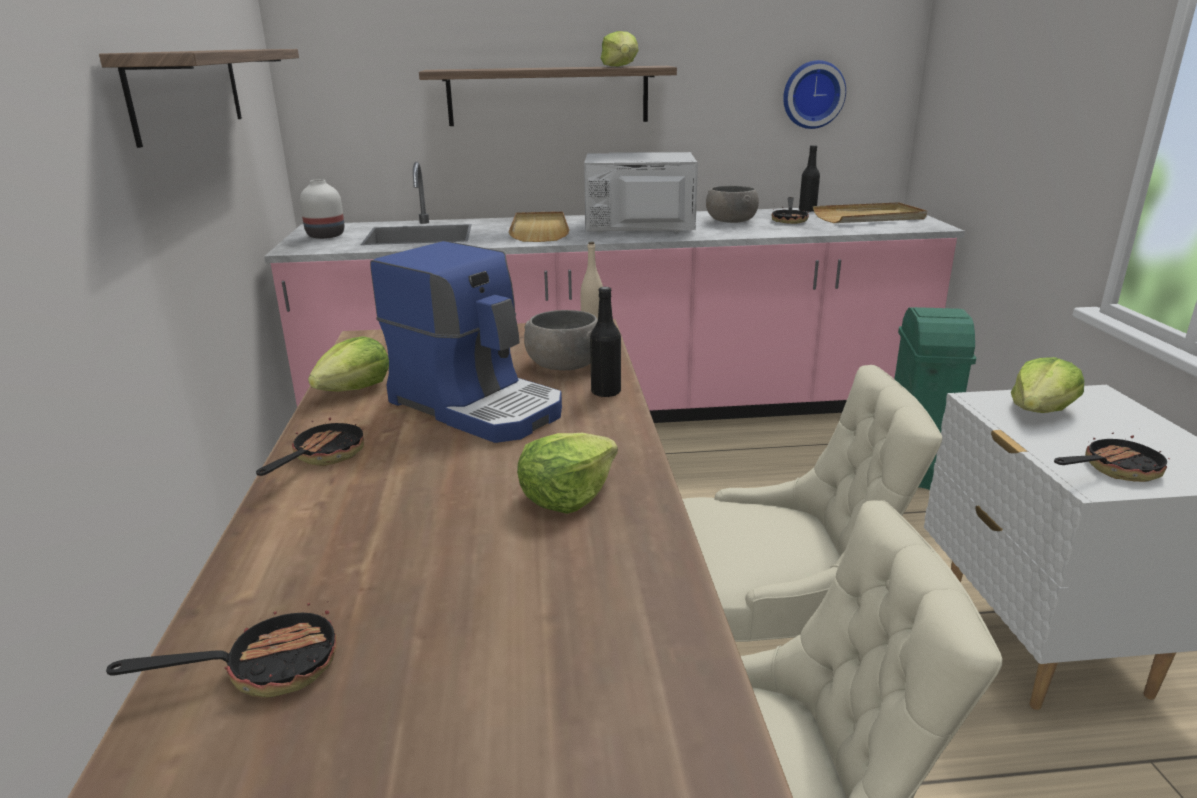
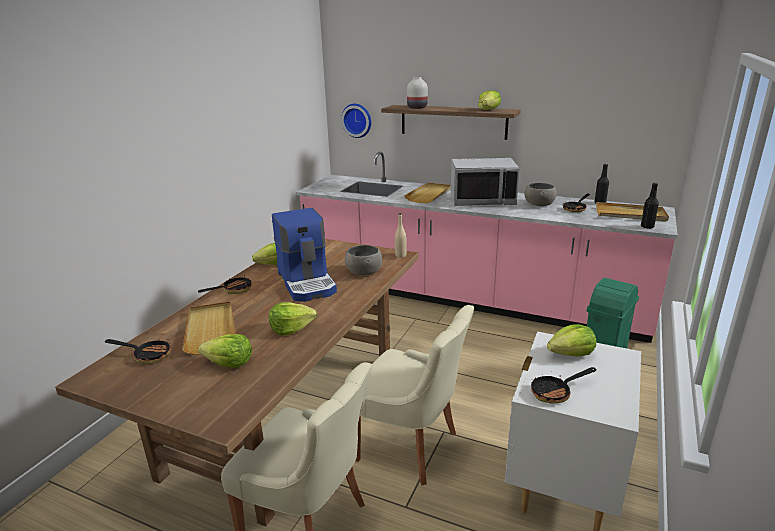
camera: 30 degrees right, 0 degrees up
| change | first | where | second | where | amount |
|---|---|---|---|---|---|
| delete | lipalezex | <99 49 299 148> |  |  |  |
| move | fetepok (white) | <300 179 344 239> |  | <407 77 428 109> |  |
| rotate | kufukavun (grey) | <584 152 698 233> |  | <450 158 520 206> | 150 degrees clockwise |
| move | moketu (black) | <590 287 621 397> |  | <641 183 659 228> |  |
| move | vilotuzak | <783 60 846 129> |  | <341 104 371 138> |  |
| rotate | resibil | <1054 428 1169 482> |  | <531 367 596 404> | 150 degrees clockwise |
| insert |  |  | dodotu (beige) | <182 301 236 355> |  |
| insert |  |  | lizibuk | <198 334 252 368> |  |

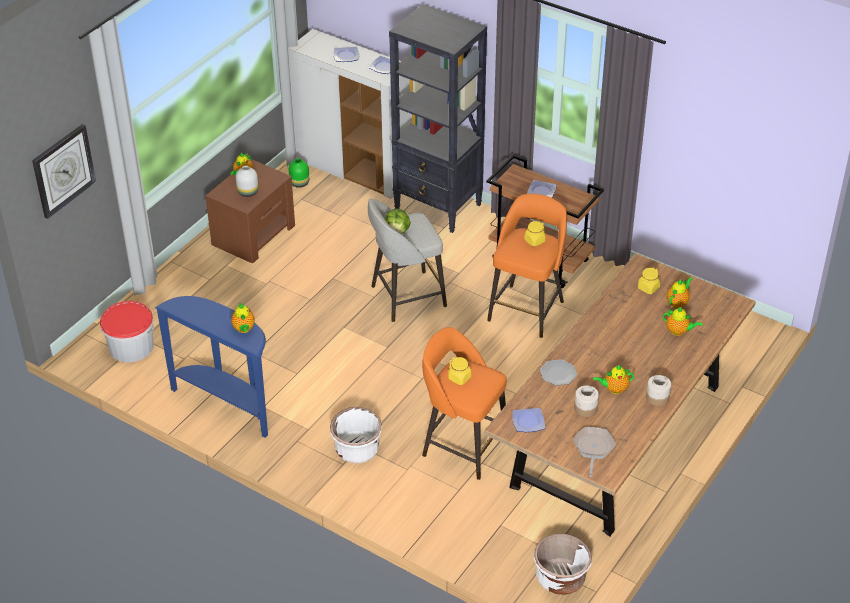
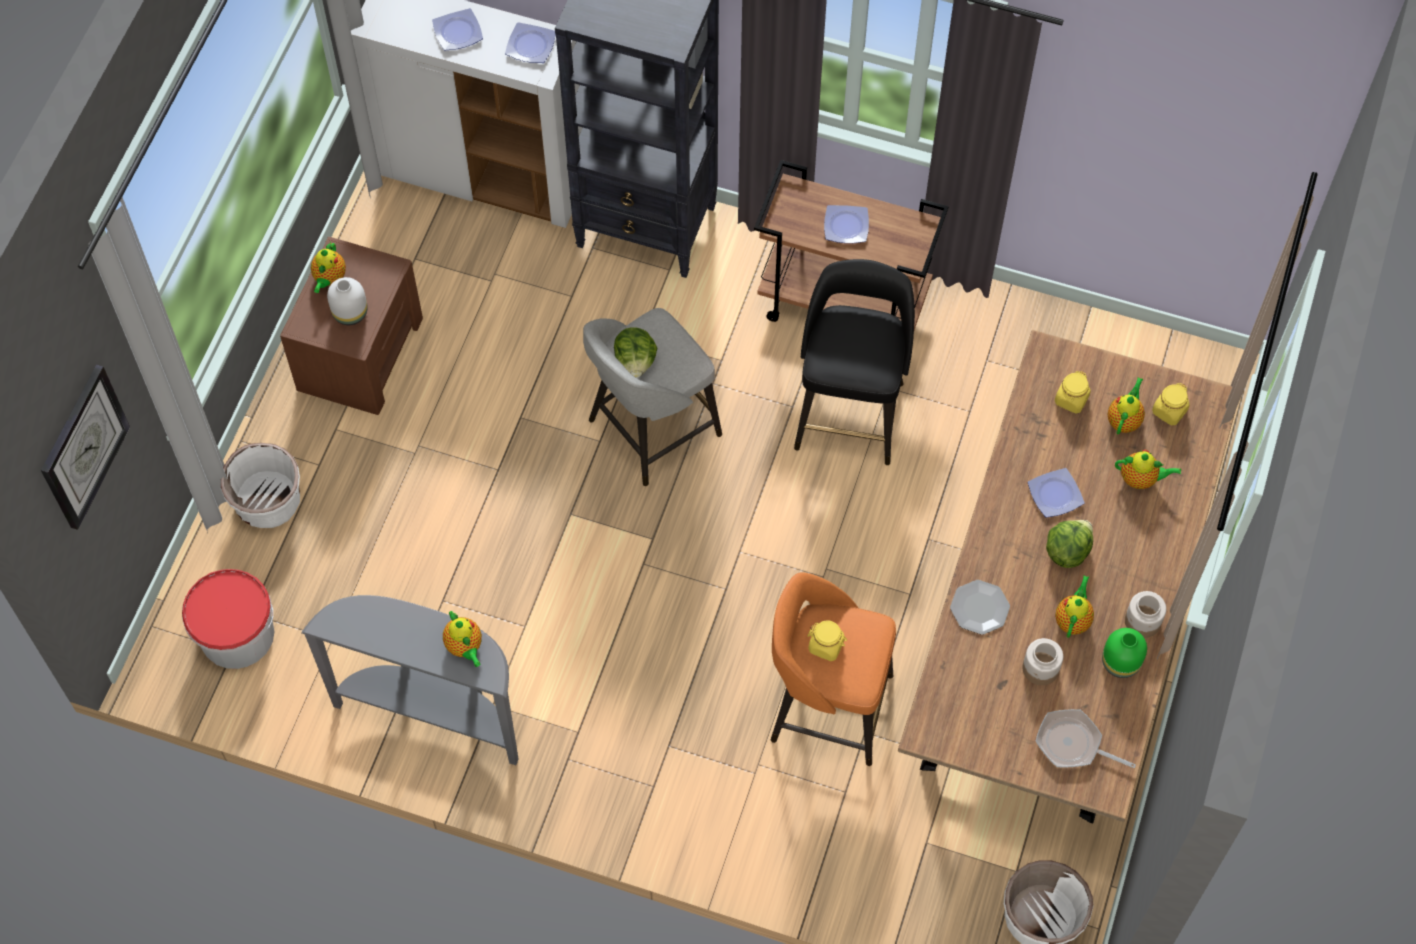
camera: 15 degrees left, 20 degrees up
| change | first | where | second | where | amount |
|---|---|---|---|---|---|
| recolor | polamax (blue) | <155 296 268 438> | polamax (grey) | <301 595 519 765> |  |
| move | fetepok (green) | <289 159 309 188> |  | <1102 628 1147 678> |  |
| move | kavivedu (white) | <330 407 382 463> |  | <221 443 300 528> |  |
| recolor | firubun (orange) | <487 194 567 338> | firubun (black) | <794 259 915 465> |  |
| move | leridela | <512 408 545 432> |  | <1028 468 1085 518> |  |
| move | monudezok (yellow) | <524 221 546 247> |  | <1152 383 1190 425> |  |
| rotate | resibil | <573 427 616 477> |  | <1036 709 1136 768> | 60 degrees counterclockwise |
| rotate | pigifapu | <593 365 634 394> |  | <1055 575 1094 638> | 135 degrees clockwise |
| insert |  |  | lizibuk | <1046 520 1093 568> |  |

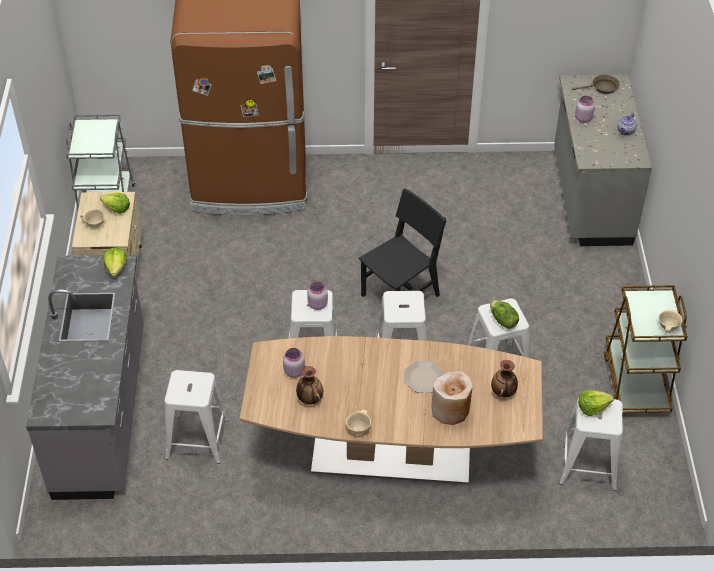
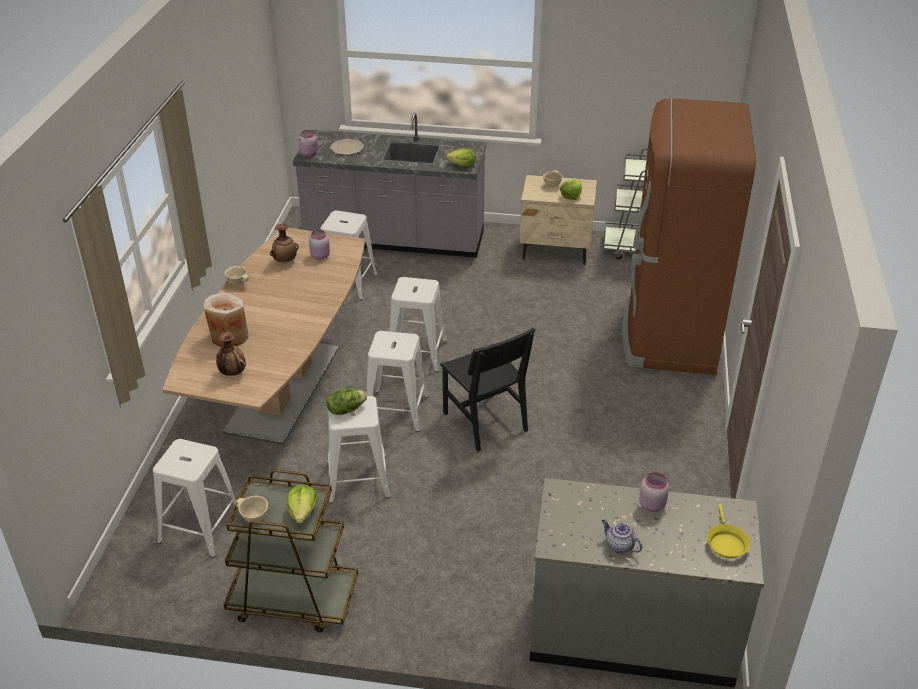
camera: 100 degrees right, 10 degrees down
| change | first | where | second | where | amount |
|---|---|---|---|---|---|
| move | monudezok (pink) | <307 281 328 310> |  | <299 130 318 157> |  |
| move | leridela | <404 361 444 393> |  | <330 139 364 155> |  |
| recolor | resibil (brown) | <572 75 620 94> | resibil (yellow) | <707 504 751 559> |  |
| move | lizibuk | <578 390 614 416> |  | <287 484 318 523> |  |

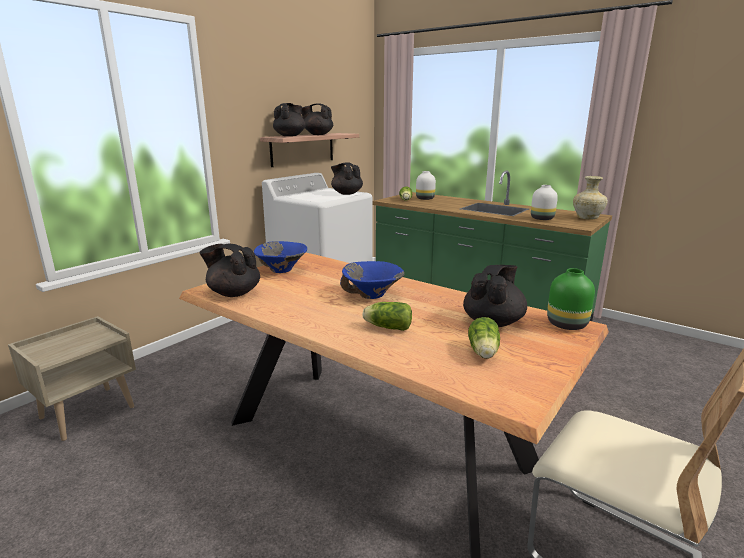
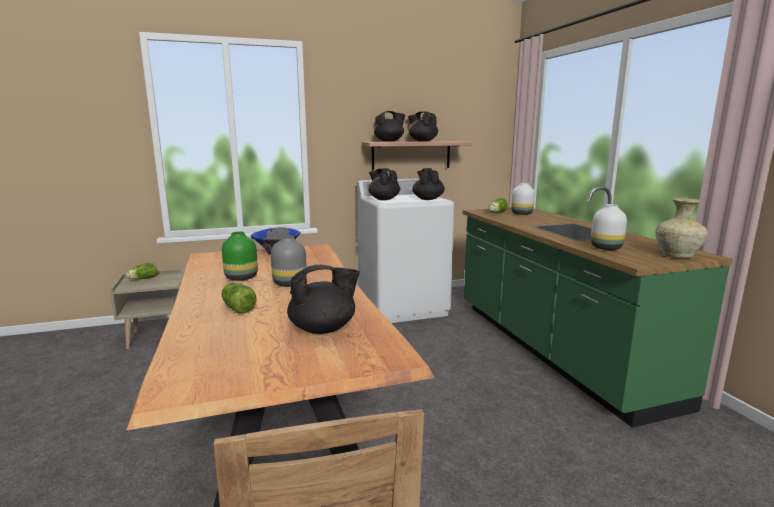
camera: 35 degrees right, 5 degrees down
| change | first | where | second | where | amount |
|---|---|---|---|---|---|
| move | pigifapu (black) | <200 244 260 297> |  | <368 168 400 200> |  |
| replace | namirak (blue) | <340 261 405 299> | fetepok (grey) | <271 236 307 287> |  |
| move | lizibuk | <468 317 500 359> |  | <126 263 157 280> |  |
| move | fetepok (green) | <547 268 595 330> |  | <222 231 258 281> |  |

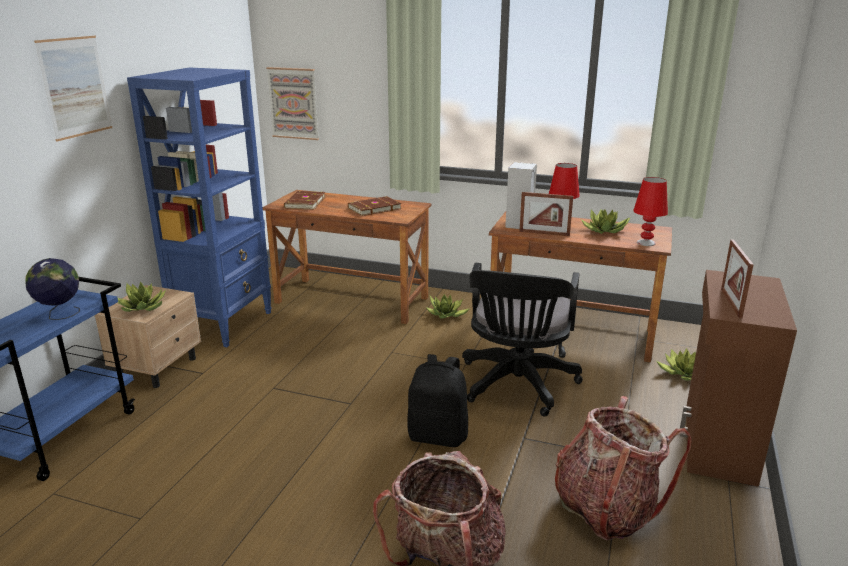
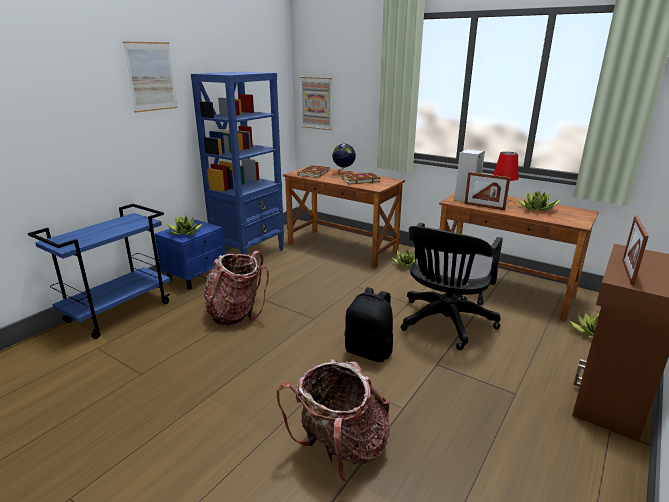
camera: 15 degrees right, 0 degrees up
| change | first | where | second | where | amount |
|---|---|---|---|---|---|
| move | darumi | <25 258 80 320> |  | <332 144 356 175> |  |
| recolor | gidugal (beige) | <95 285 201 388> | gidugal (blue) | <155 220 225 290> |  |
| move | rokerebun | <555 396 692 540> |  | <204 251 269 326> |  |
| delete | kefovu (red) | <633 177 668 246> |  |  |  |

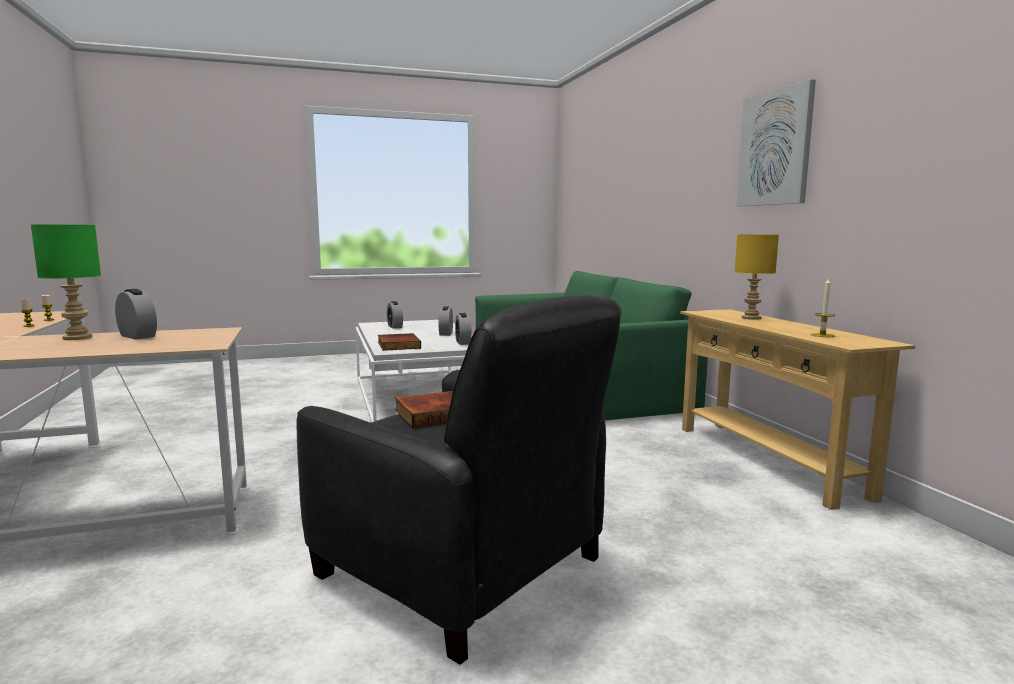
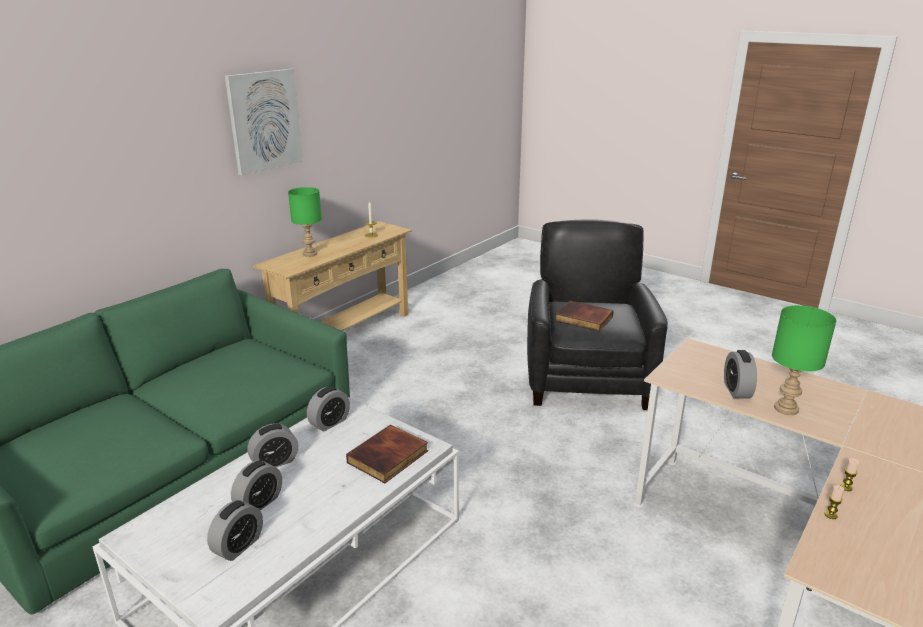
camera: 125 degrees left, 15 degrees up
| change | first | where | second | where | amount |
|---|---|---|---|---|---|
| recolor | kefovu (yellow) | <735 234 779 320> | kefovu (green) | <288 187 322 257> |  |
| insert |  |  | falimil | <231 460 282 510> |  |

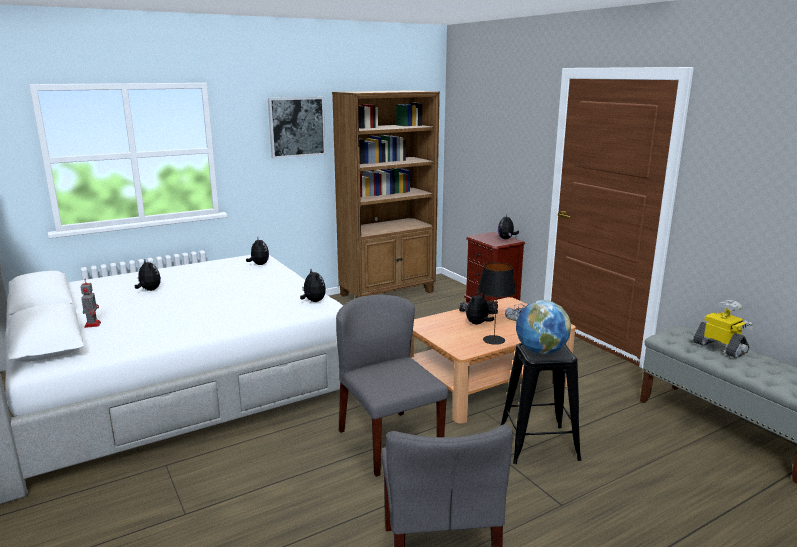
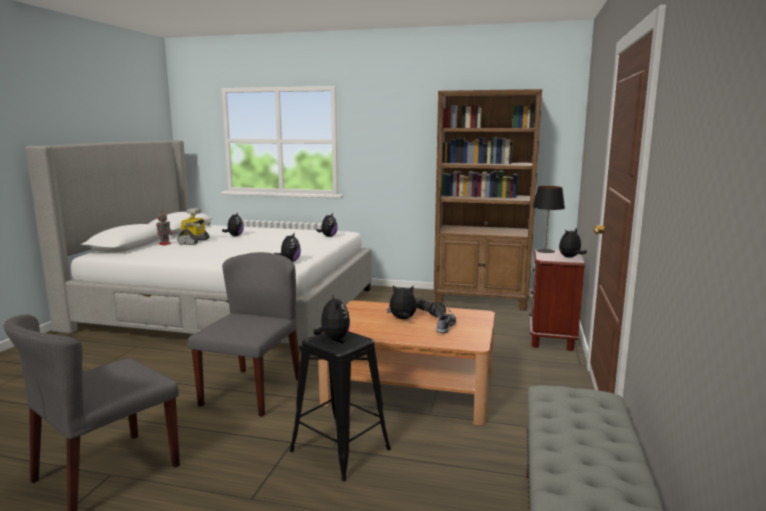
camera: 45 degrees right, 5 degrees down
| change | first | where | second | where | amount |
|---|---|---|---|---|---|
| delete | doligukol | <268 97 326 158> |  |  |  |
| move | kefovu (black) | <478 262 516 345> |  | <533 186 565 253> |  |
| replace | darumi | <516 300 571 354> | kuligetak | <313 293 350 340> |  |
| move | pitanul | <693 300 753 358> |  | <177 208 211 245> |  |

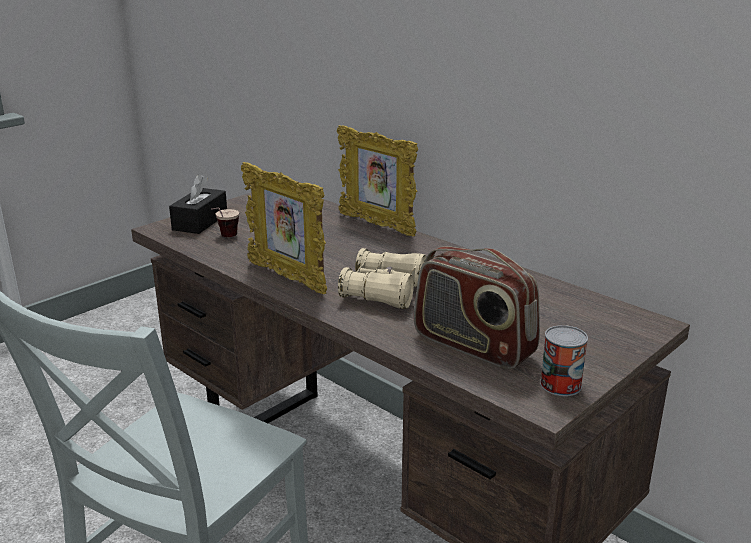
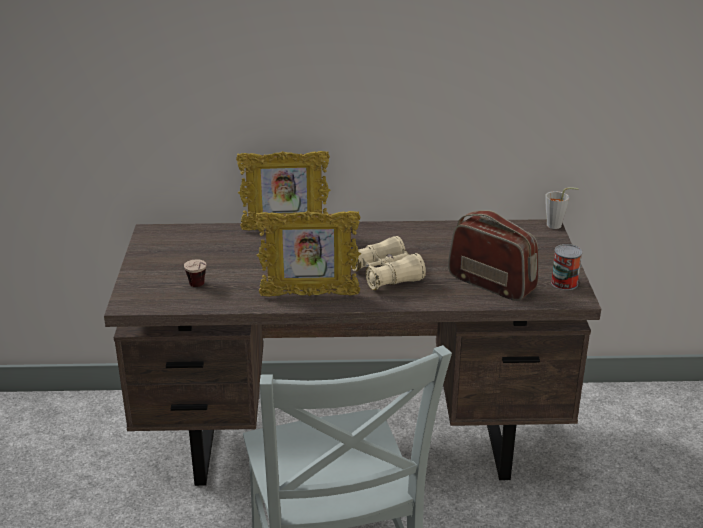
camera: 45 degrees left, 5 degrees up
| change | first | where | second | where | amount |
|---|---|---|---|---|---|
| delete | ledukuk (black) | <169 174 227 234> |  |  |  |
| rotate | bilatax | <414 246 540 369> |  | <448 210 539 301> | 135 degrees counterclockwise |
| insert |  |  | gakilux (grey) | <546 187 579 229> |  |

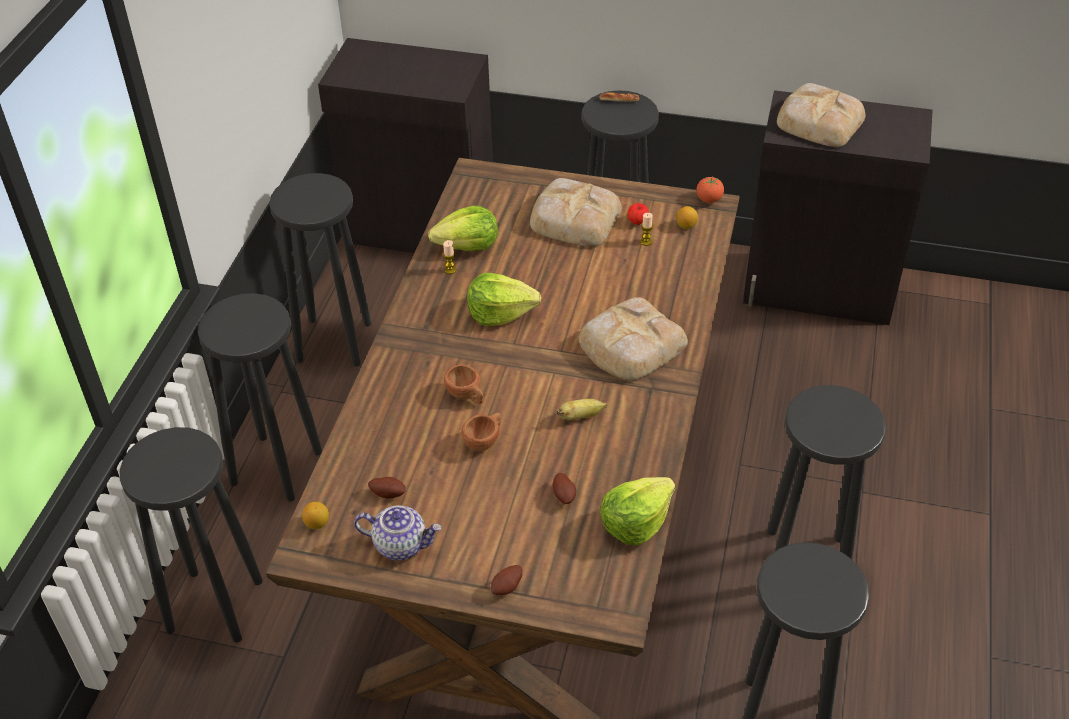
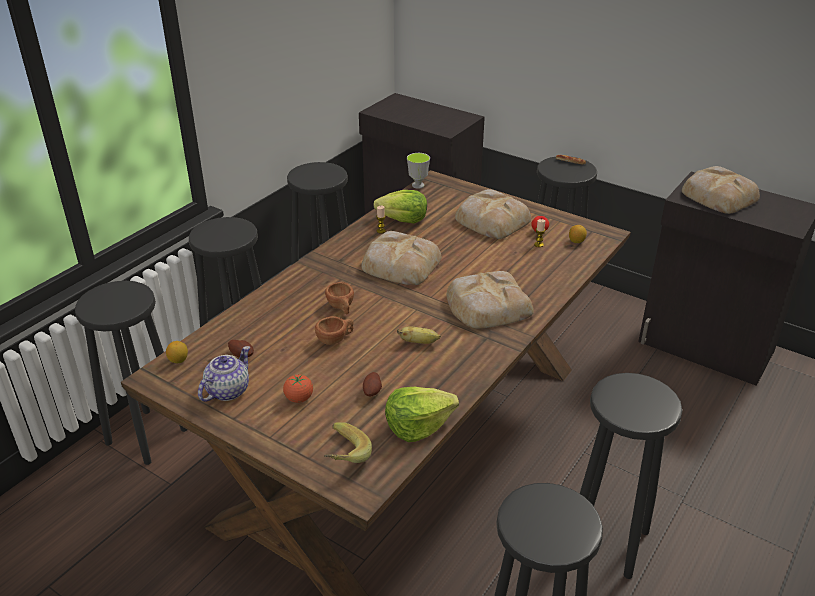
camera: 20 degrees right, 10 degrees down
| change | first | where | second | where | amount |
|---|---|---|---|---|---|
| rotate | pigifapu | <354 505 442 560> |  | <198 346 250 402> | 90 degrees counterclockwise |
| replace | lizibuk | <467 273 541 326> | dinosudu | <361 231 442 285> |  |
| delete | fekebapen | <491 565 522 595> |  |  |  |
| move | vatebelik | <696 176 724 203> |  | <283 375 313 403> |  |
| insert |  |  | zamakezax | <324 422 372 463> |  |
| insert |  |  | gakilux | <407 153 430 189> |  |

